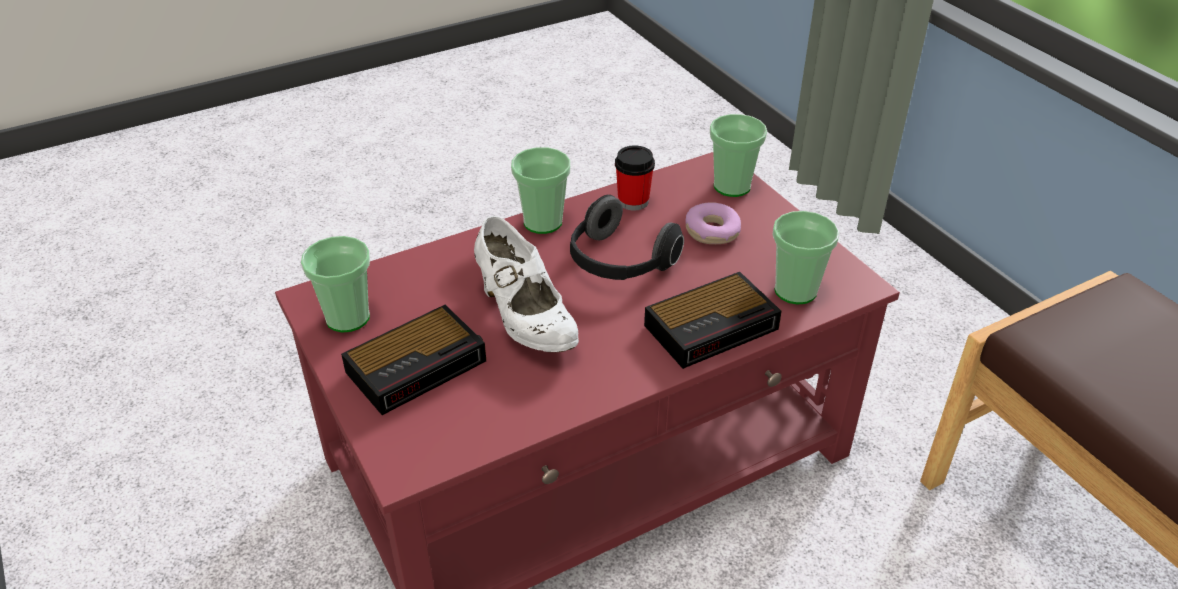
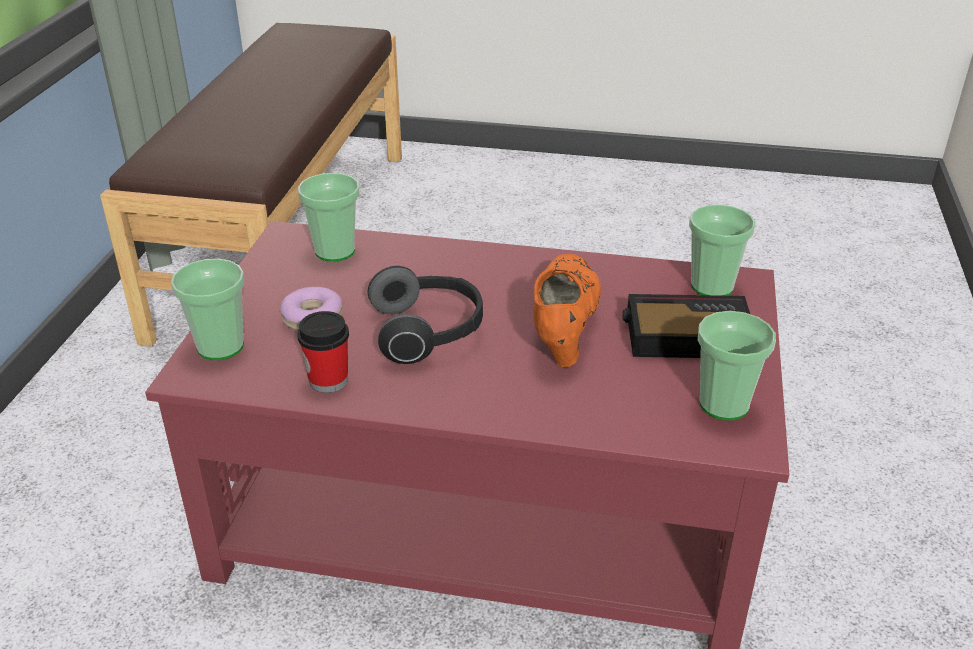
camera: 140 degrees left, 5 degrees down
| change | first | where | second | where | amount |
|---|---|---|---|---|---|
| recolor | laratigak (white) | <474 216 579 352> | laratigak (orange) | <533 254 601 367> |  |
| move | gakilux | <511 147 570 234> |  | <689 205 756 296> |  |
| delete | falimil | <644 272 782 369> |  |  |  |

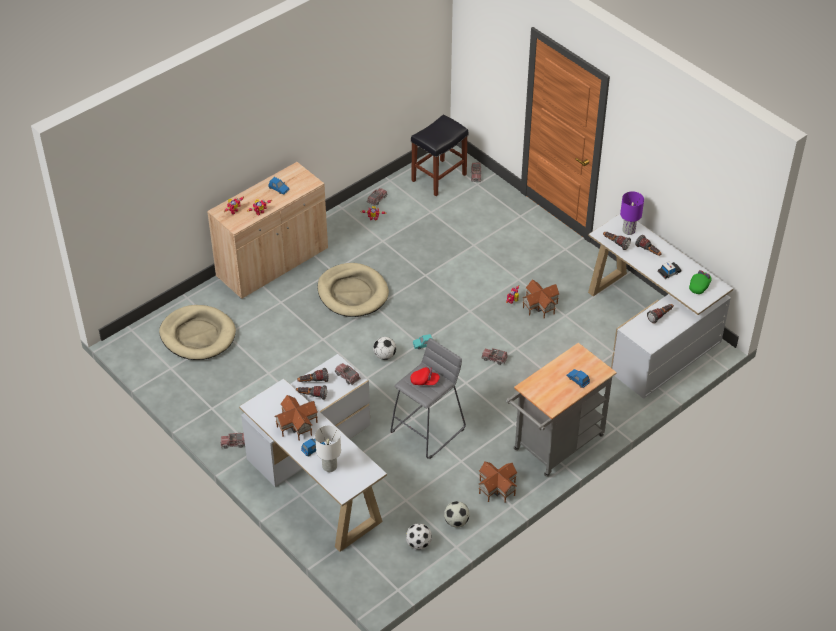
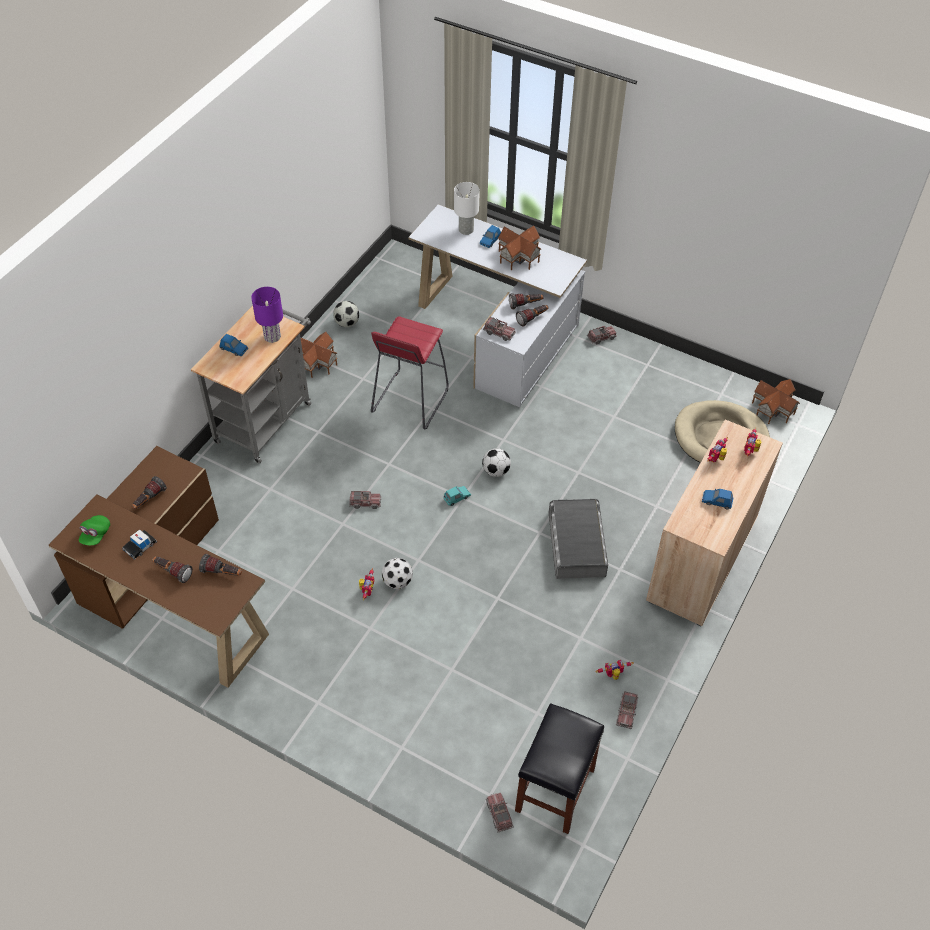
camera: 160 degrees right, 5 degrees up
| change | first | where | second | where | amount |
|---|---|---|---|---|---|
| replace | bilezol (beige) | <317 263 389 317> | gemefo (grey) | <549 499 608 579> |  |
| recolor | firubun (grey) | <390 338 466 459> | firubun (red) | <371 316 449 429> |  |
| move | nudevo | <406 523 432 550> |  | <382 558 413 589> |  |
| delete | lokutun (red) | <410 367 440 385> |  |  |  |
| move | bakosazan | <523 280 560 318> |  | <752 379 800 424> |  |
| recolor | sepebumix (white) | <588 214 733 399> | sepebumix (brown) | <49 446 269 688> |  |
| move | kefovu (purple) | <620 191 644 235> |  | <251 287 283 343> |  |

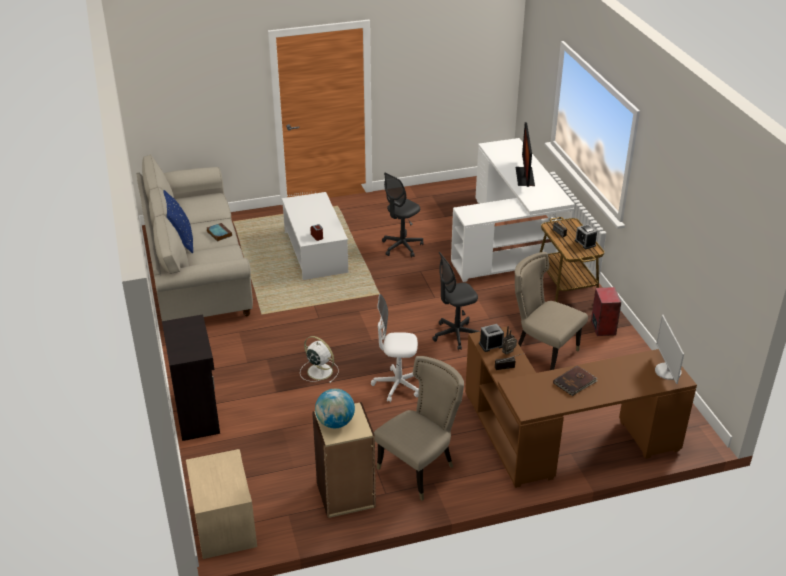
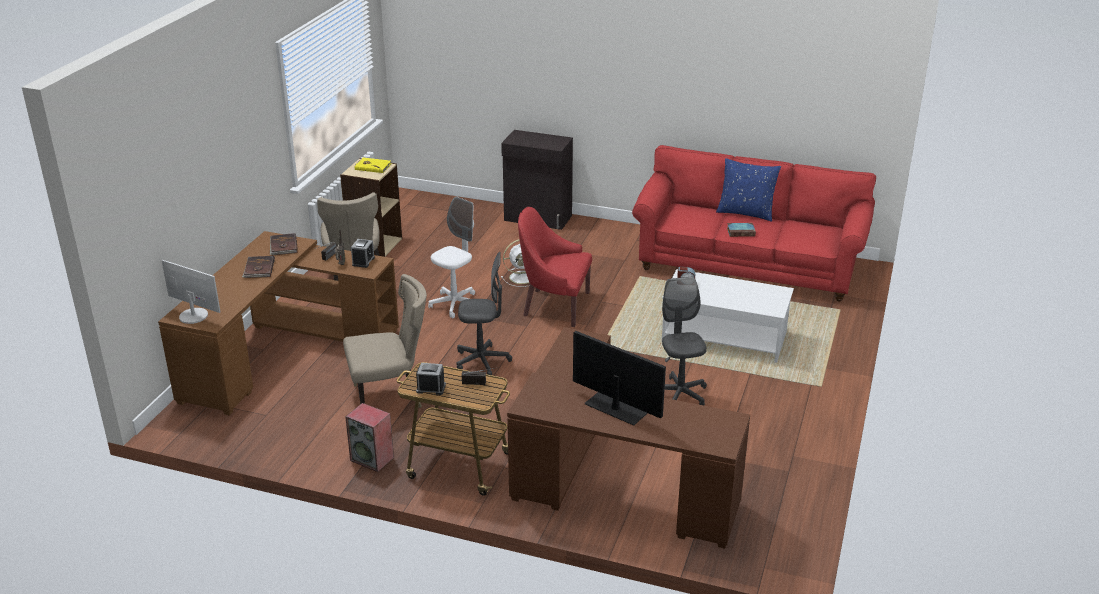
camera: 125 degrees right, 5 degrees down
| change | first | where | second | where | amount |
|---|---|---|---|---|---|
| recolor | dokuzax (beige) | <136 154 253 321> | dokuzax (red) | <632 145 876 302> |  |
| delete | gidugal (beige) | <186 449 257 559> |  |  |  |
| replace | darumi | <315 389 355 428> | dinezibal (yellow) | <354 158 392 173> |  |
| rotate | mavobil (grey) | <432 252 480 350> |  | <456 252 512 375> | 75 degrees clockwise |
| recolor | sepebumix (white) | <451 138 575 282> | sepebumix (brown) | <507 327 750 549> |  |
| insert |  |  | dinezibal (brown) | <270 233 298 256> |  |
| insert |  |  | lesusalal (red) | <518 207 592 327> |  |

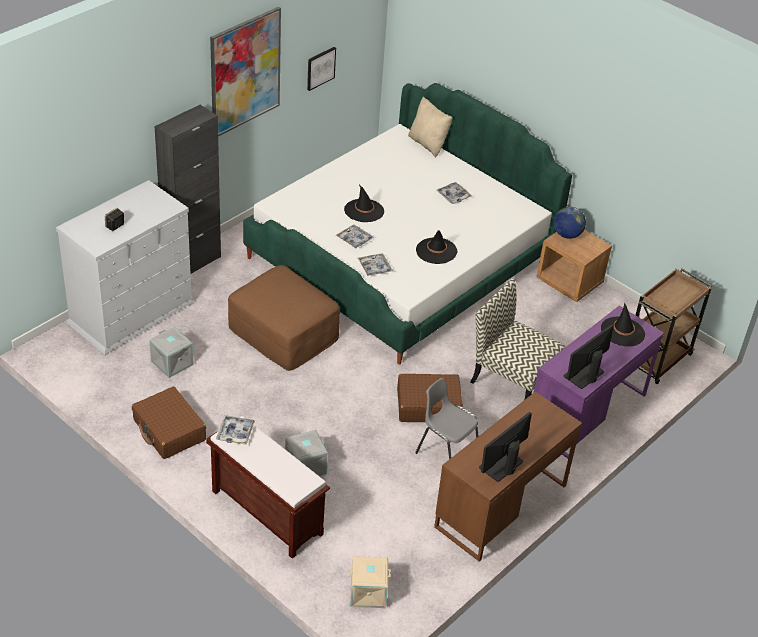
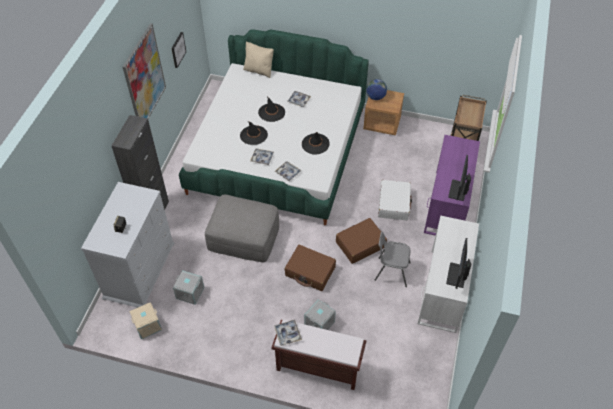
camera: 25 degrees left, 10 degrees up
| change | first | where | second | where | amount |
|---|---|---|---|---|---|
| move | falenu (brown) | <132 387 206 459> |  | <284 244 336 291> |  |
| recolor | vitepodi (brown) | <228 265 340 371> | vitepodi (grey) | <205 195 279 263> |  |
| move | gemefo (beige) | <350 556 391 608> |  | <129 302 162 339> |  |
| recolor | sepebumix (brown) | <434 391 582 562> | sepebumix (white) | <418 215 479 333> |  |
| replace | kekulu | <470 279 565 399> | falenu (white) | <378 180 412 220> |  |
| move | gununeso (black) | <601 302 645 346> |  | <258 96 285 122> |  |

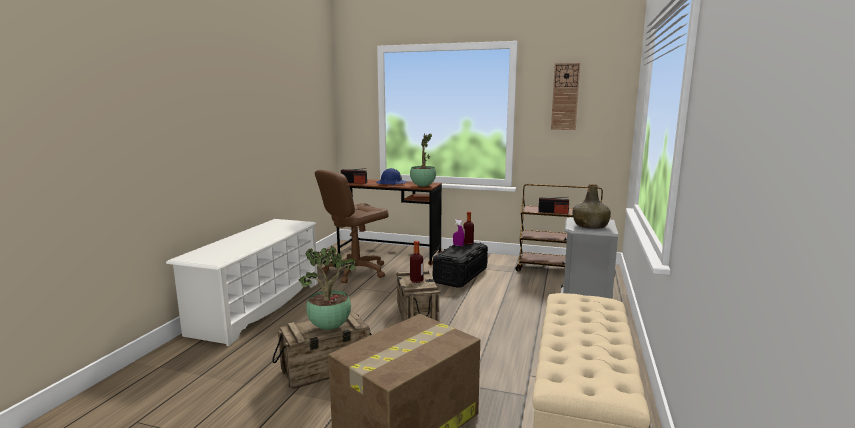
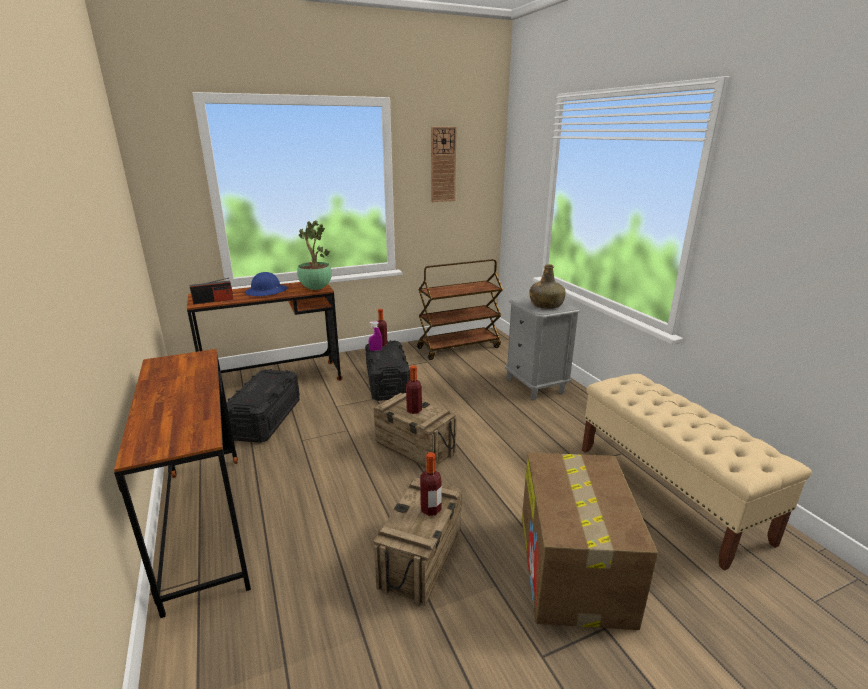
camera: 40 degrees left, 10 degrees up
| change | first | where | second | where | amount |
|---|---|---|---|---|---|
| replace | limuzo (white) | <166 219 318 346> | sepebumix (brown) | <114 349 251 618> |  |
| replace | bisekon | <299 246 356 330> | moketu | <420 452 442 516> |  |
| replace | mavobil (brown) | <315 170 389 283> | gemefo (black) | <227 369 300 443> |  |
| delete | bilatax | <538 197 569 214> |  |  |  |

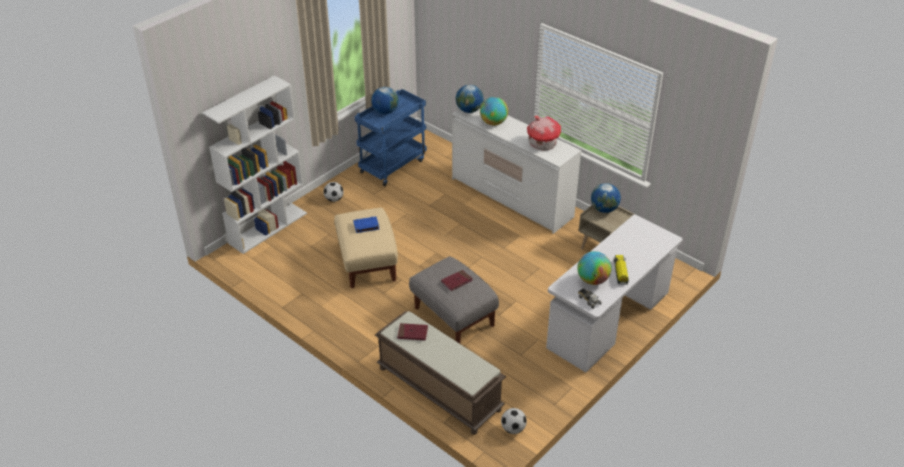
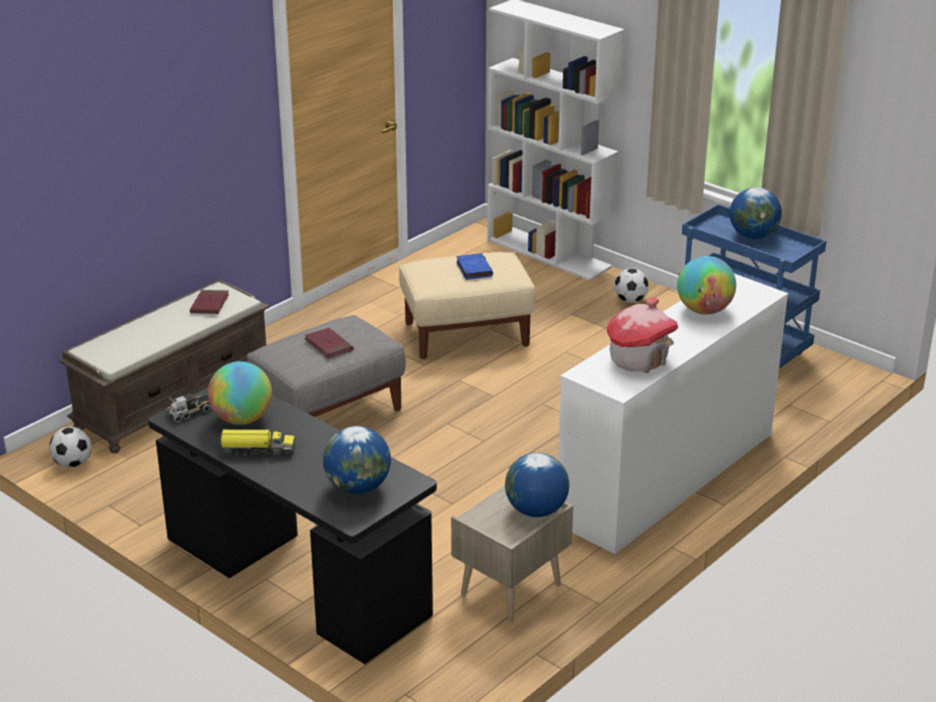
camera: 90 degrees right, 10 degrees down
| change | first | where | second | where | amount |
|---|---|---|---|---|---|
| move | darumi | <456 85 483 113> |  | <323 426 391 494> |  |
| recolor | sepebumix (white) | <546 215 682 372> | sepebumix (black) | <148 387 437 664> |  |

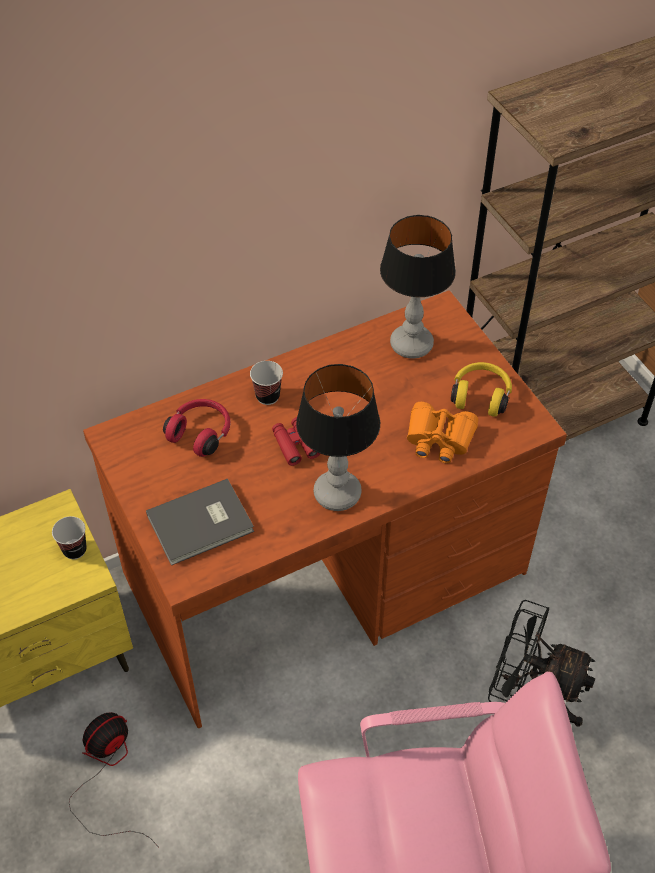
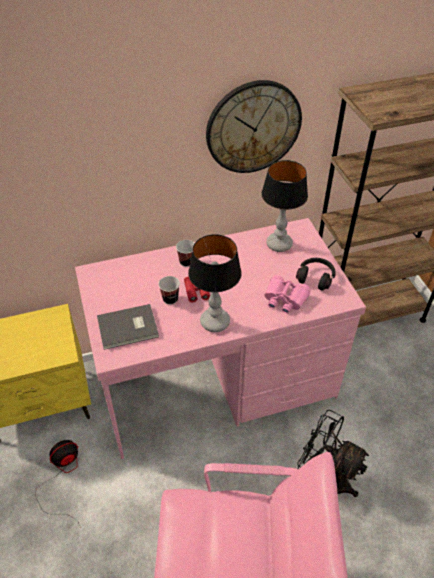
camera: 10 degrees right, 5 degrees down
| change | first | where | second | where | amount |
|---|---|---|---|---|---|
| move | gakilux | <52 516 87 559> |  | <159 276 180 305> |  |
| recolor | sepebumix (brown) | <83 290 567 729> | sepebumix (pink) | <75 218 366 459> |  |
| delete | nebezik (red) | <163 399 230 457> |  |  |  |
| recolor | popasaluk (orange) | <407 402 478 463> | popasaluk (pink) | <264 275 311 314> |  |
| recolor | nebezik (yellow) | <451 362 512 417> | nebezik (black) | <296 258 336 291> |  |
| insert |  |  | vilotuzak | <206 80 302 173> |  |

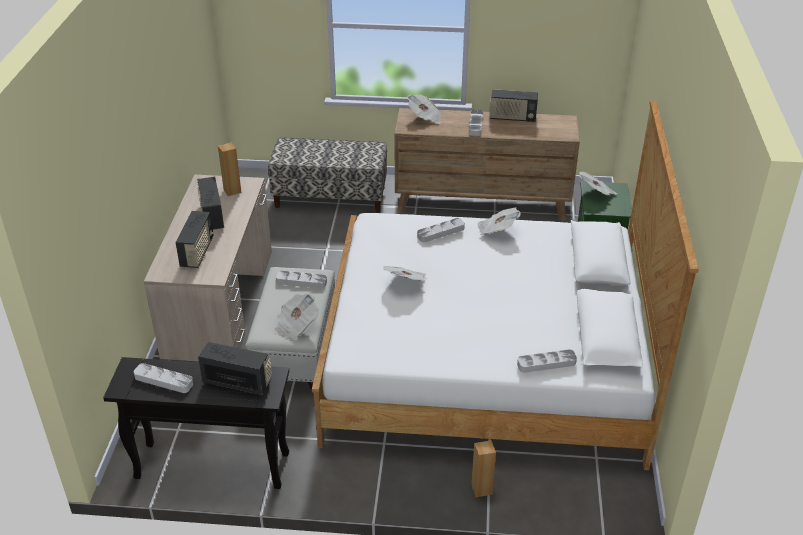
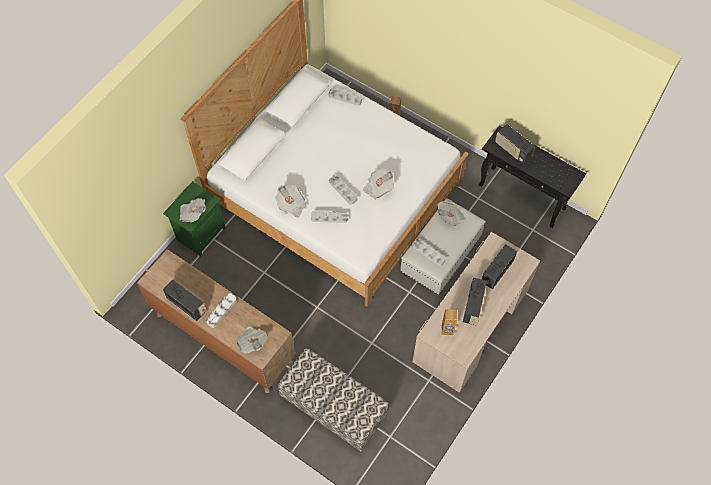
camera: 150 degrees left, 25 degrees up
| change | first | where | second | where | amount |
|---|---|---|---|---|---|
| move | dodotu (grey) | <133 363 193 393> |  | <329 175 357 205> |  |

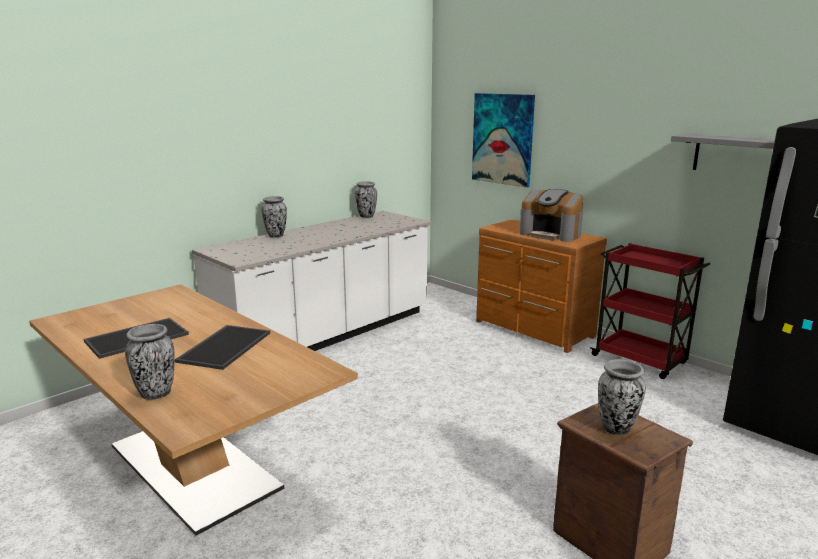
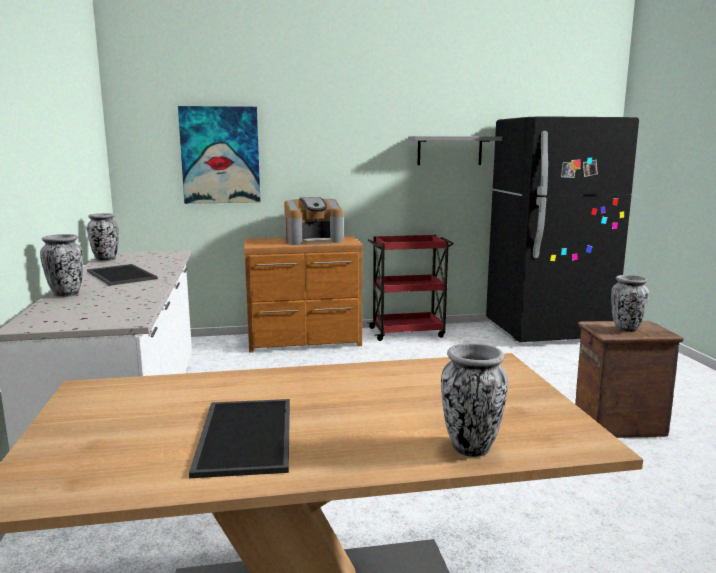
camera: 55 degrees left, 5 degrees down
| change | first | where | second | where | amount |
|---|---|---|---|---|---|
| move | dodotu | <175 325 270 370> |  | <87 264 158 286> |  |

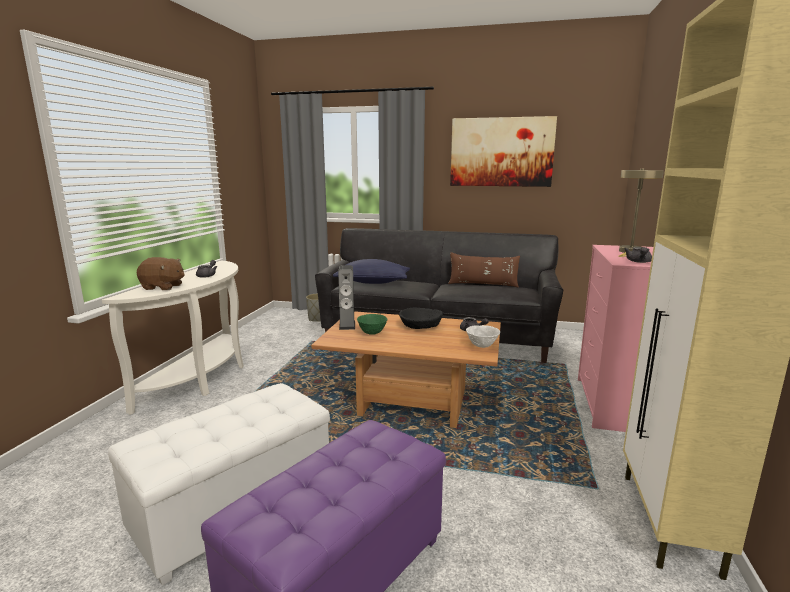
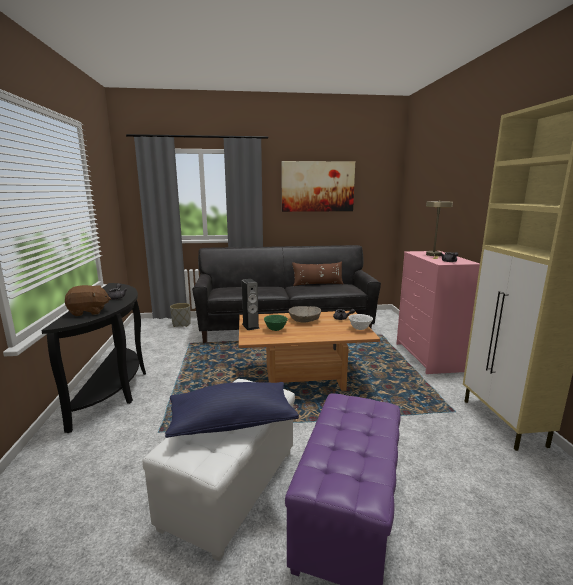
camera: 20 degrees left, 0 degrees up
| change | first | where | second | where | amount |
|---|---|---|---|---|---|
| recolor | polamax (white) | <102 261 244 415> | polamax (black) | <41 283 146 433> |  |
| move | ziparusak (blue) | <333 259 410 284> |  | <165 382 299 438> |  |
| recolor | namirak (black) | <399 307 443 329> | namirak (beige) | <289 306 321 323> |  |

